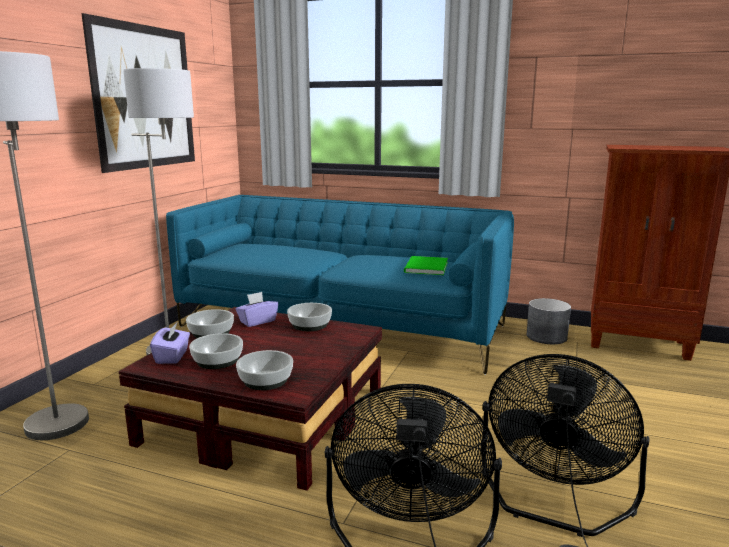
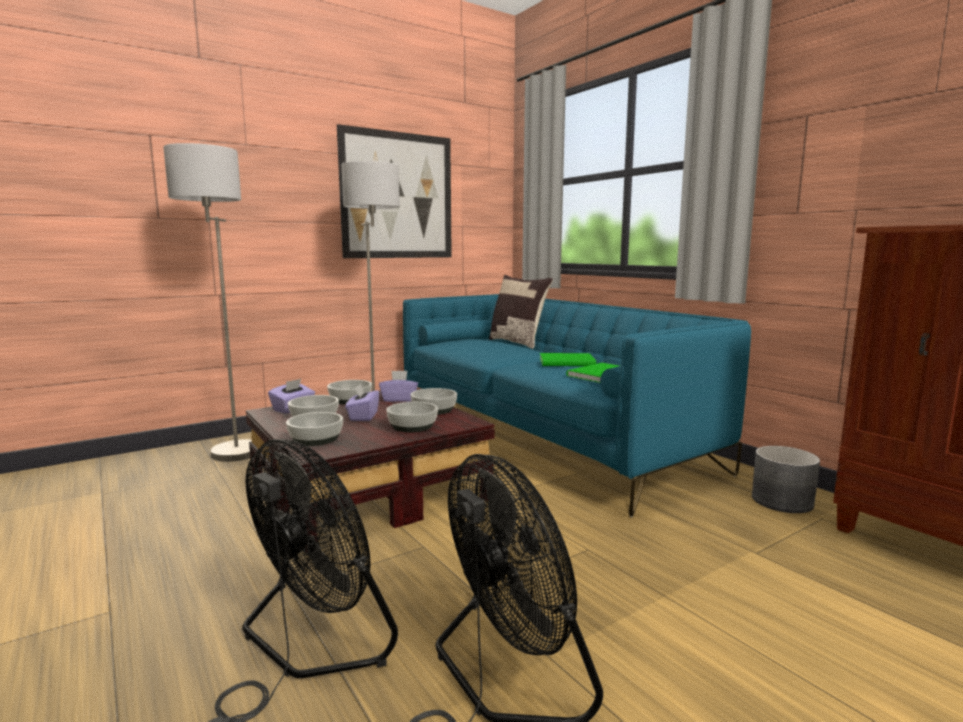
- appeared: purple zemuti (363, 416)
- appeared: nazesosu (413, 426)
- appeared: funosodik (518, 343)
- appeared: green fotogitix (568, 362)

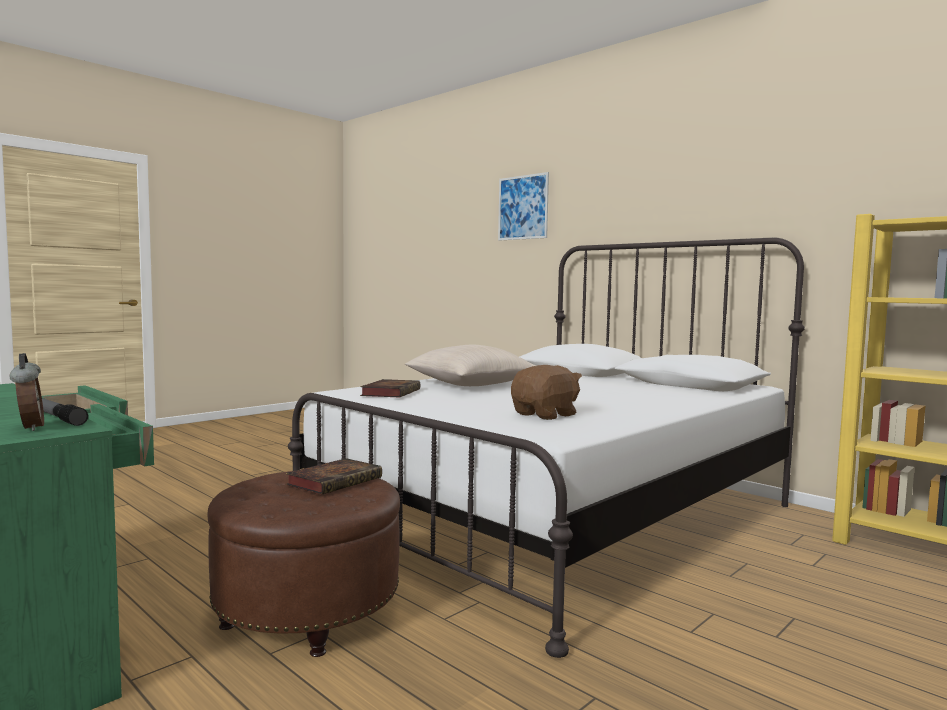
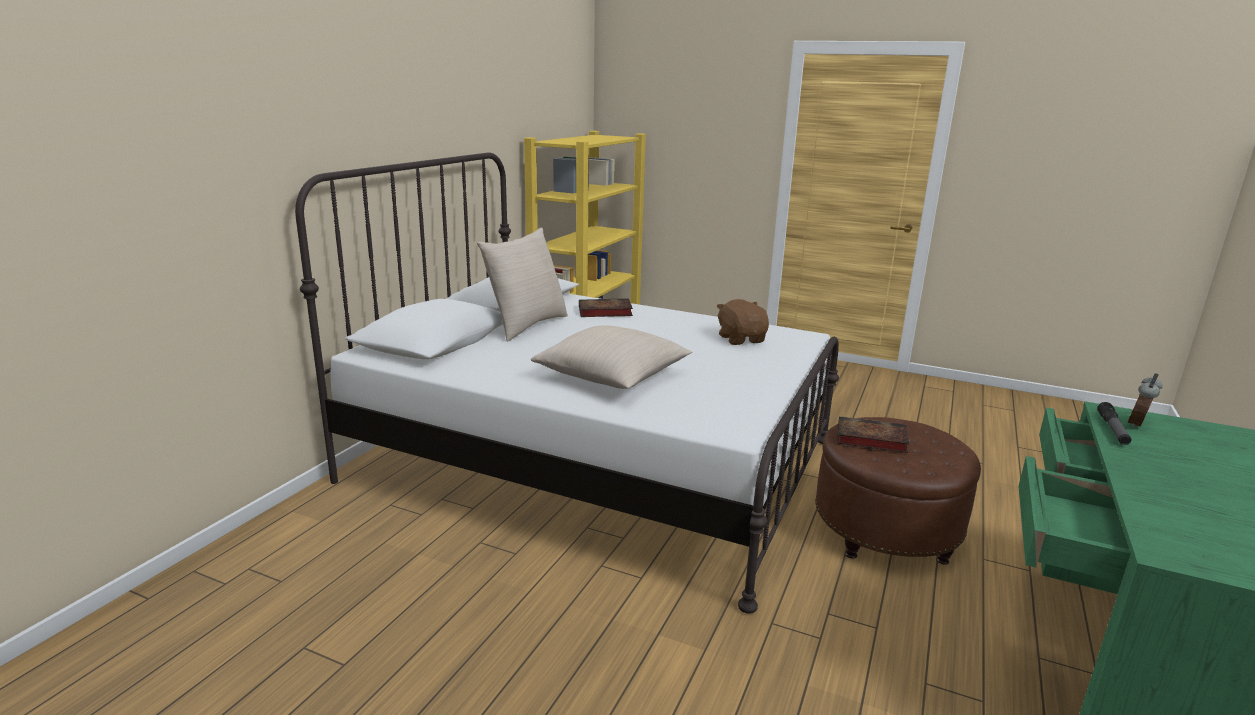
- appeared: beige funosodik (526, 325)
- relocated: fotogitix (391, 393) to (603, 312)
- spun: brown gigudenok (546, 415) = (741, 339) 45 degrees clockwise
- missing: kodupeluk (523, 207)

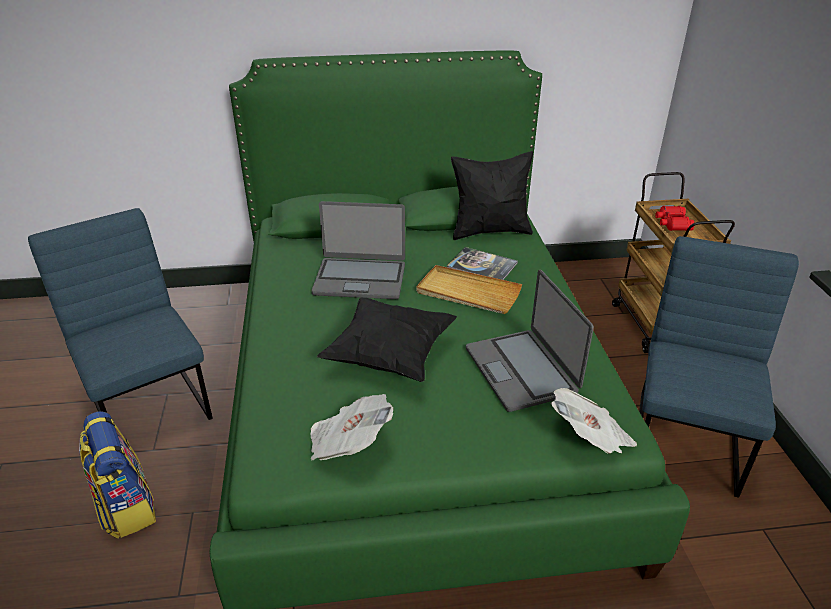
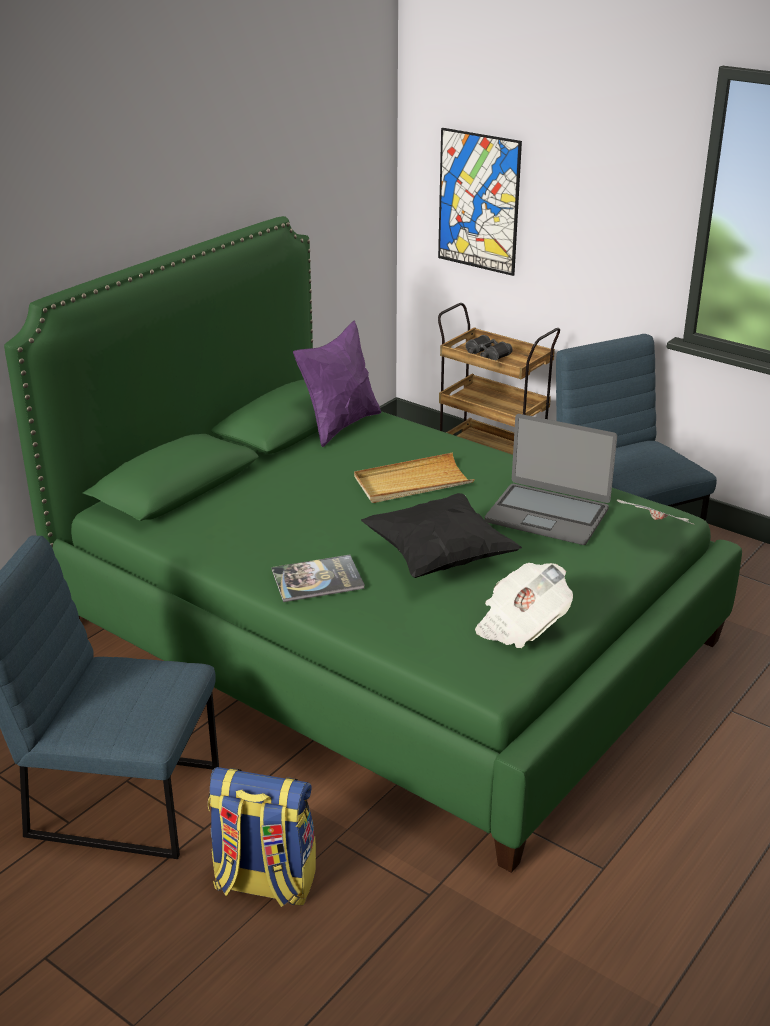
- relocated: fotogitix (482, 266) to (317, 580)
- colour: black funosodik (490, 231) to purple funosodik (339, 425)
- appeared: kodupeluk (478, 201)
- colour: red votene (672, 223) to black votene (486, 354)
- missing: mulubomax (360, 279)

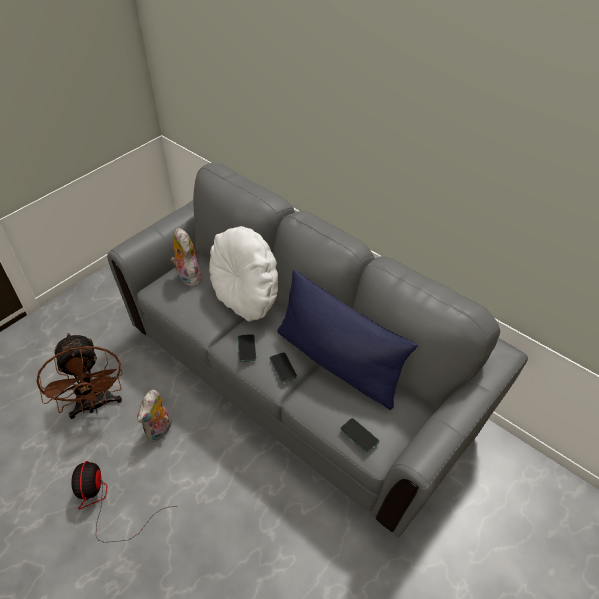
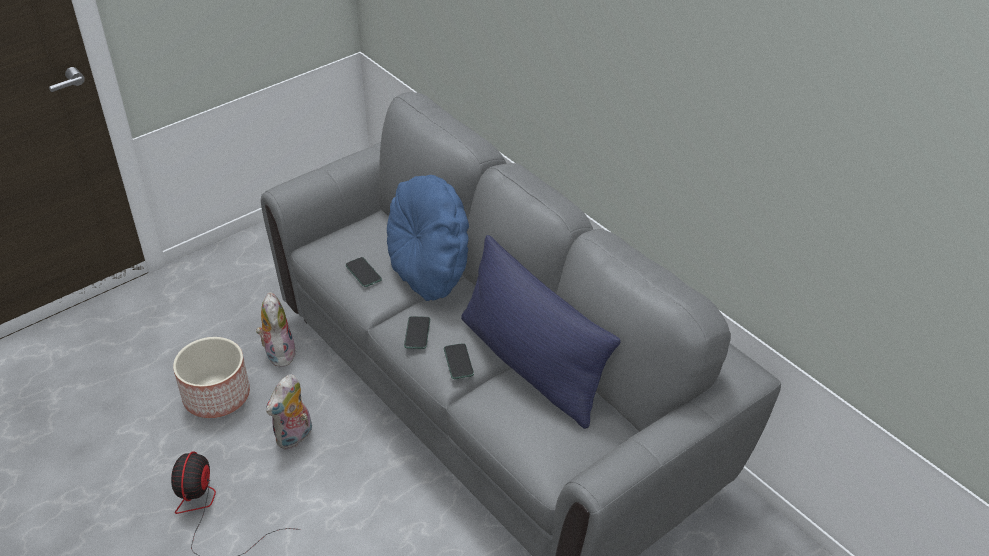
- exchanged: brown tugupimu (95, 405) to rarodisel (217, 395)
- relocated: gigudenok (188, 276) to (278, 352)
- relocated: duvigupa (359, 435) to (363, 273)
- colour: white funosodik (245, 301) to blue funosodik (429, 277)

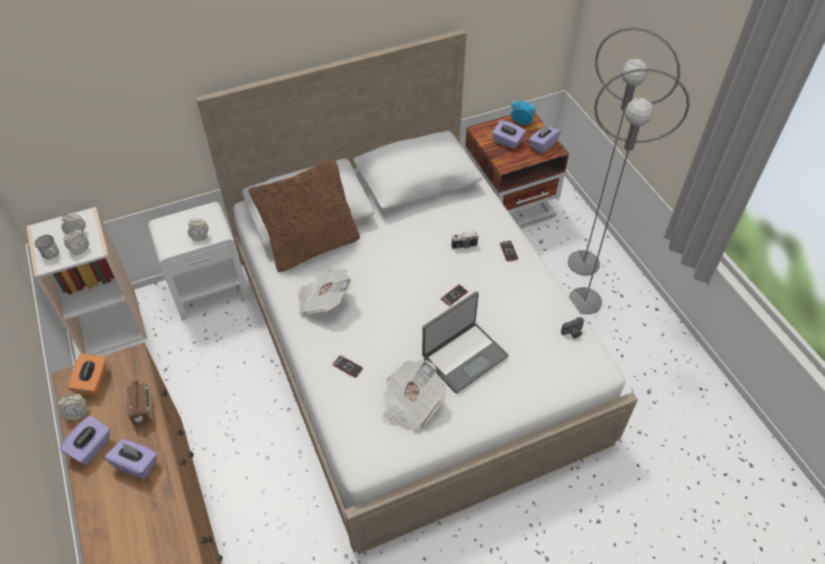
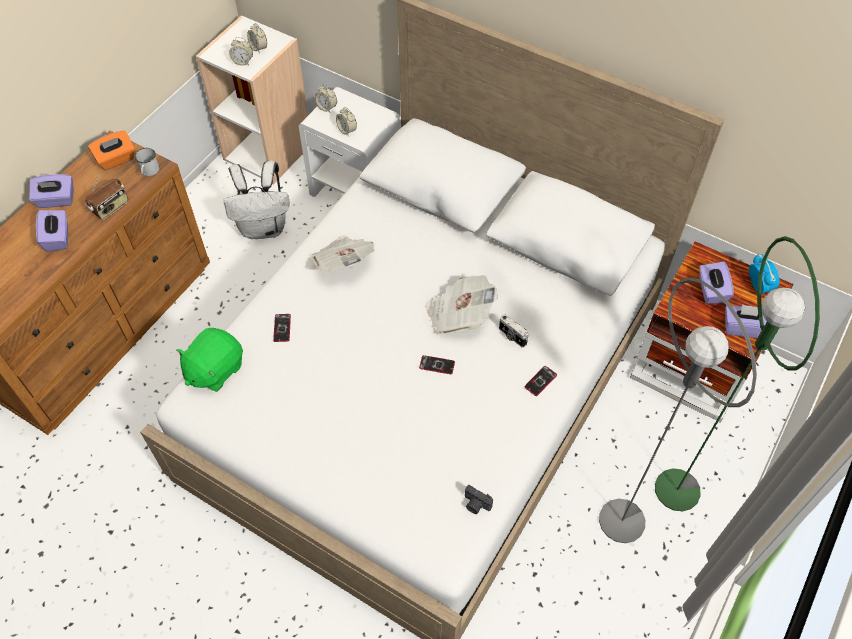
- relocated: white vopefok (52, 255) to (149, 172)
- appeared: green gigudenok (214, 369)
- appeared: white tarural (264, 227)
- relocated: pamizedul (77, 414) to (327, 108)
- relocated: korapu (411, 404) to (459, 315)
- colour: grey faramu (584, 263) to green faramu (677, 490)
- missing: brown funosodik (312, 243)
- missing: mulubomax (464, 356)

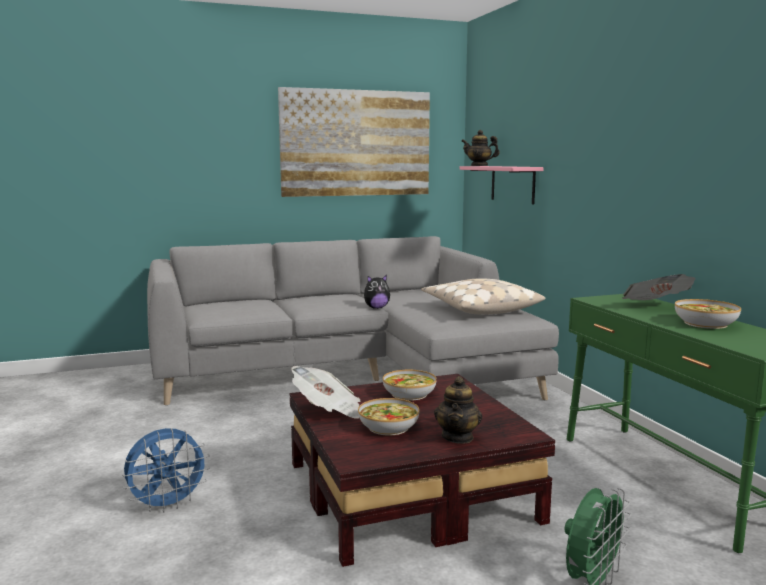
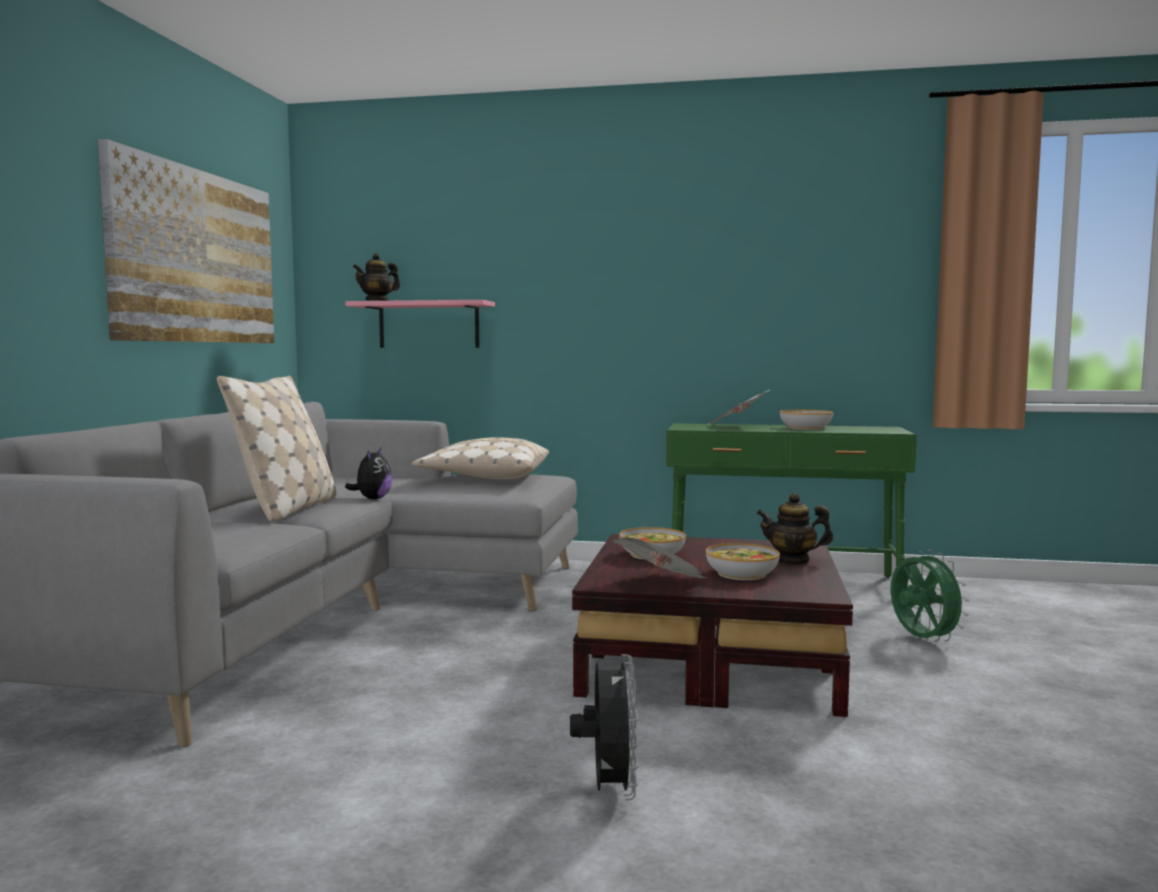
- appeared: beige funosodik (288, 509)
- colour: blue tugupimu (168, 505) to black tugupimu (609, 790)
- spun: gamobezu (458, 437) = (793, 560) 150 degrees clockwise

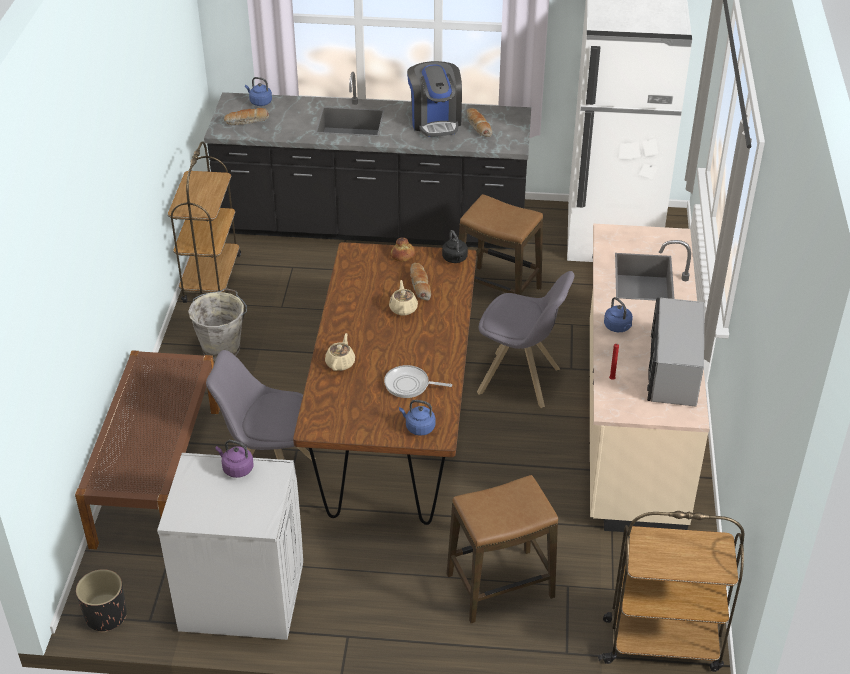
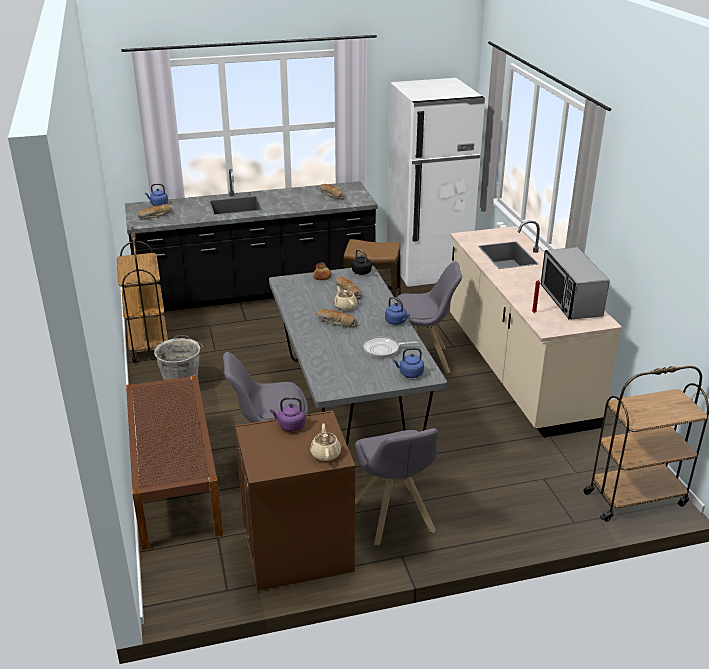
- colour: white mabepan (242, 596) to brown mabepan (297, 550)
- colour: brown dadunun (395, 428) to grey dadunun (350, 408)
- relocated: beige gamobezu (340, 363) to (325, 453)
- appeared: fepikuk (336, 323)
- appeared: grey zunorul (394, 517)
- relocated: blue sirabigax (618, 327) to (396, 322)
- missing: black rarodisel (105, 616)
- missing: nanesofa (435, 121)
- missing: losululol (500, 586)

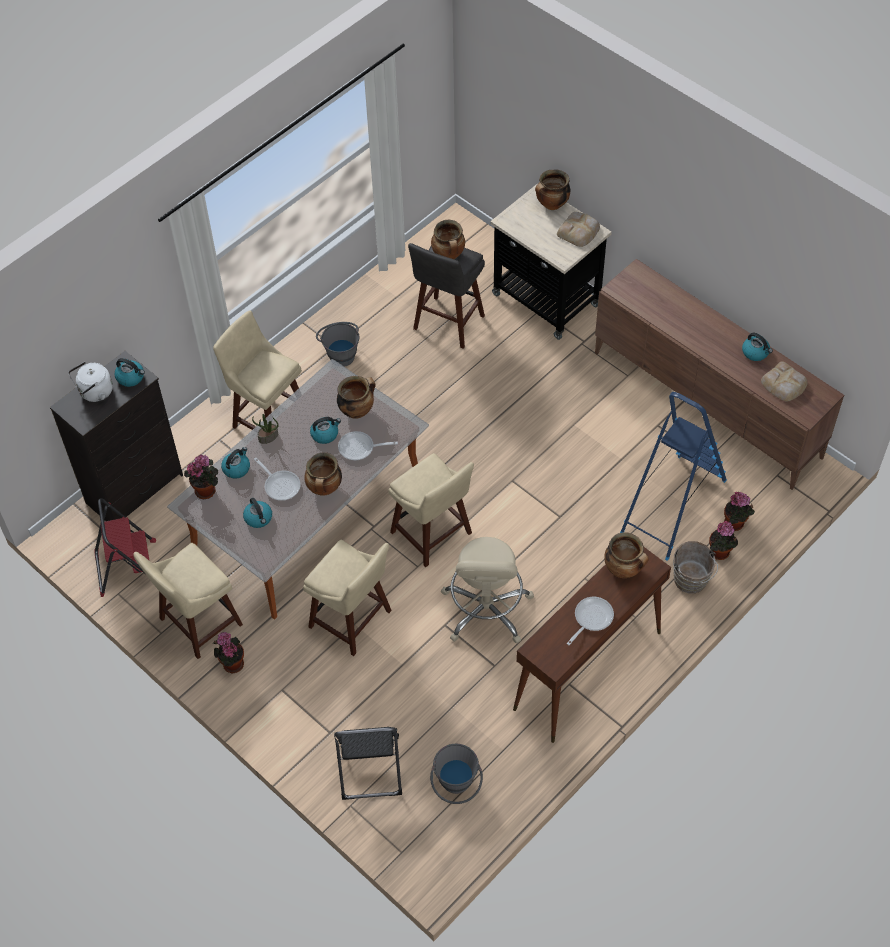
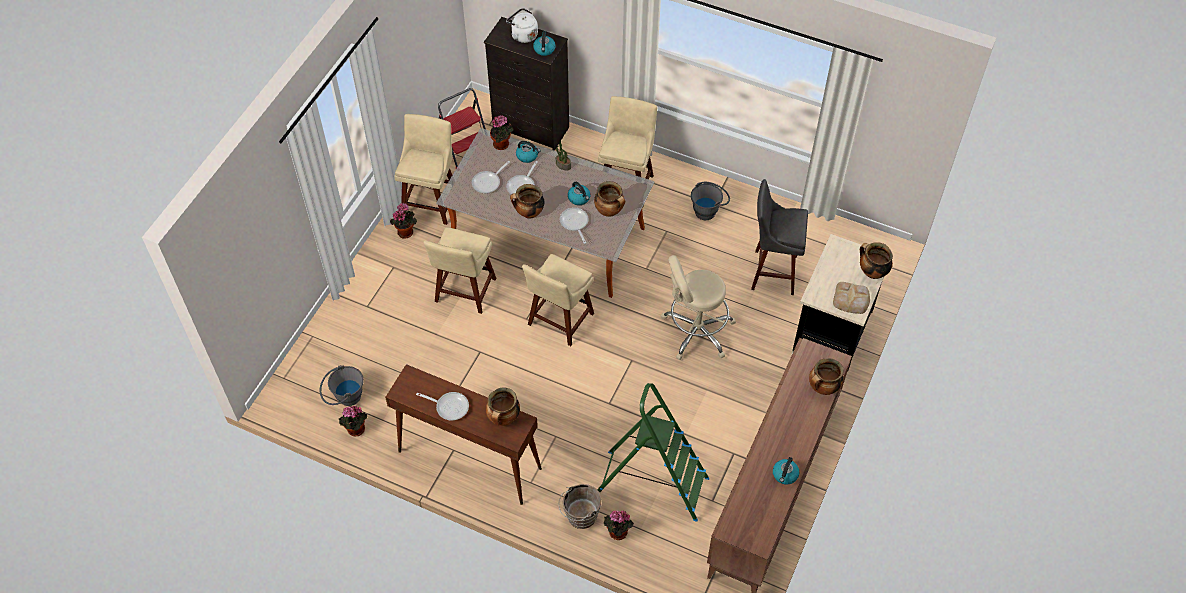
- relocated: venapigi (735, 524) to (355, 430)
- spun: beige zunorul (197, 624) = (431, 201) 75 degrees clockwise
- exchanged: sirabigax (259, 518) to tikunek (488, 182)
- colour: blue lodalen (673, 505) to green lodalen (652, 485)
- relocated: beige losululol (486, 611) to (696, 331)
- relocated: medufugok (449, 256) to (823, 388)
- missing: black lodalen (370, 770)
- missing: fepikuk (784, 384)

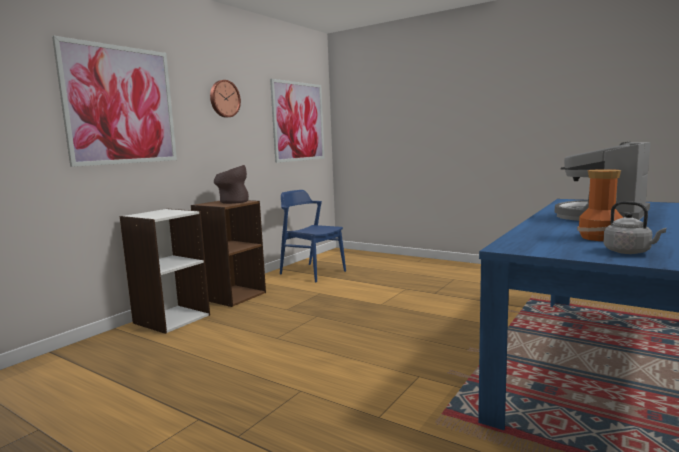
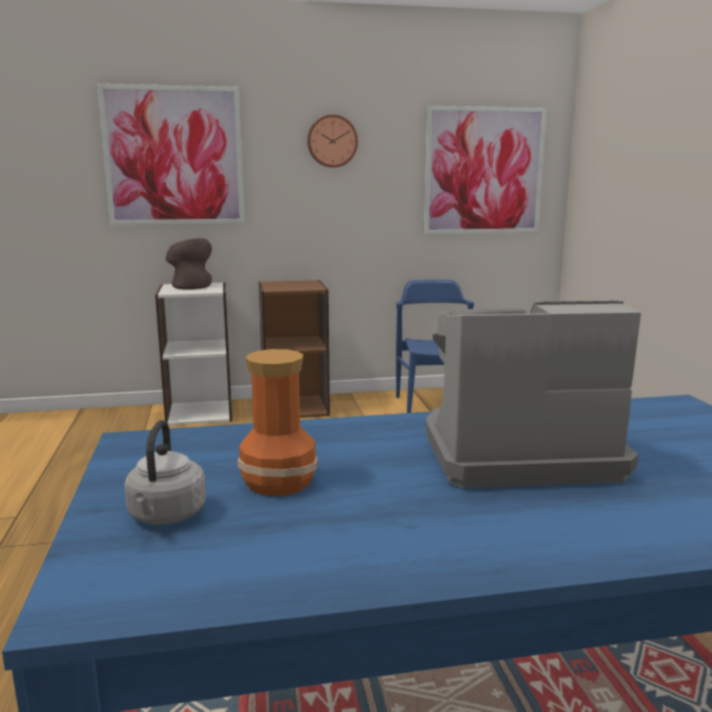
- relocated: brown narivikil (232, 202) to (190, 286)

